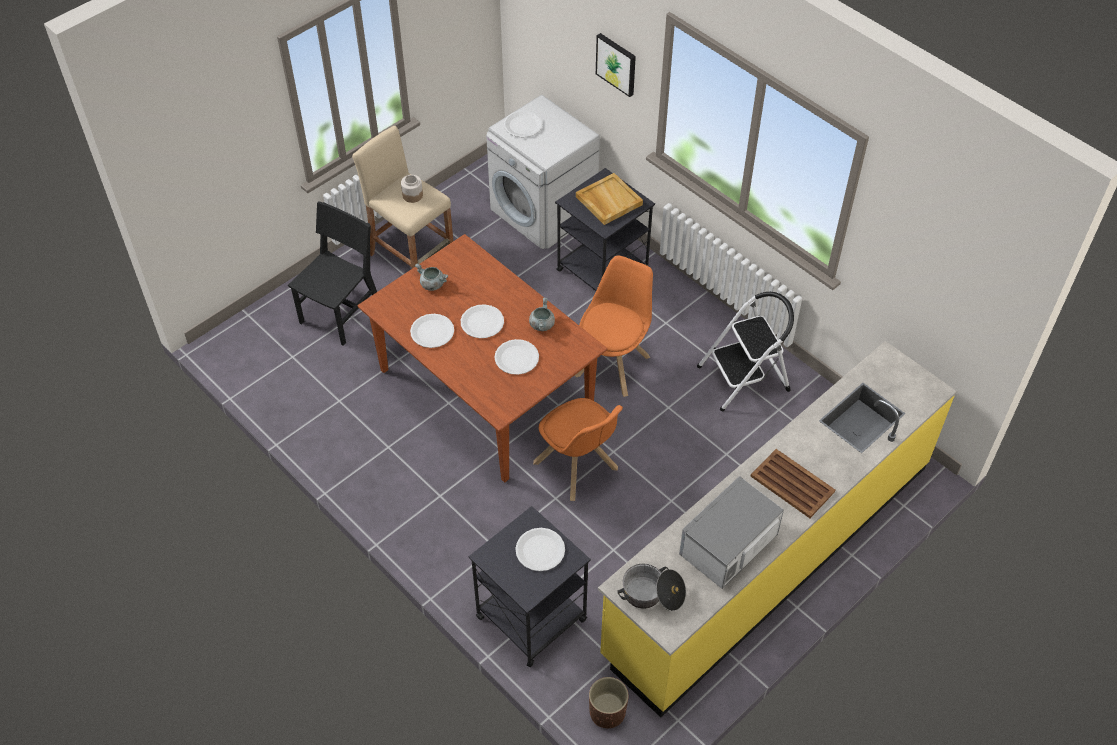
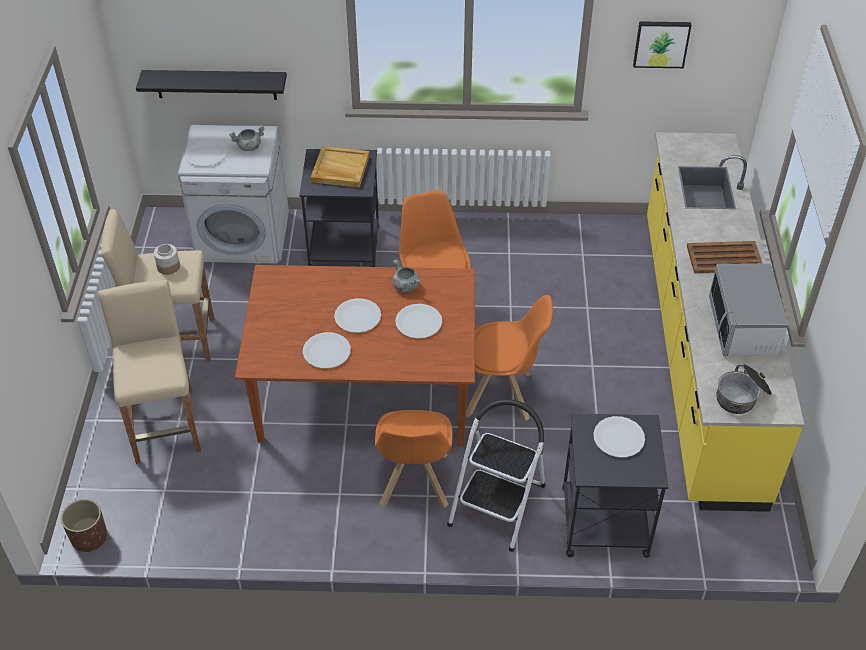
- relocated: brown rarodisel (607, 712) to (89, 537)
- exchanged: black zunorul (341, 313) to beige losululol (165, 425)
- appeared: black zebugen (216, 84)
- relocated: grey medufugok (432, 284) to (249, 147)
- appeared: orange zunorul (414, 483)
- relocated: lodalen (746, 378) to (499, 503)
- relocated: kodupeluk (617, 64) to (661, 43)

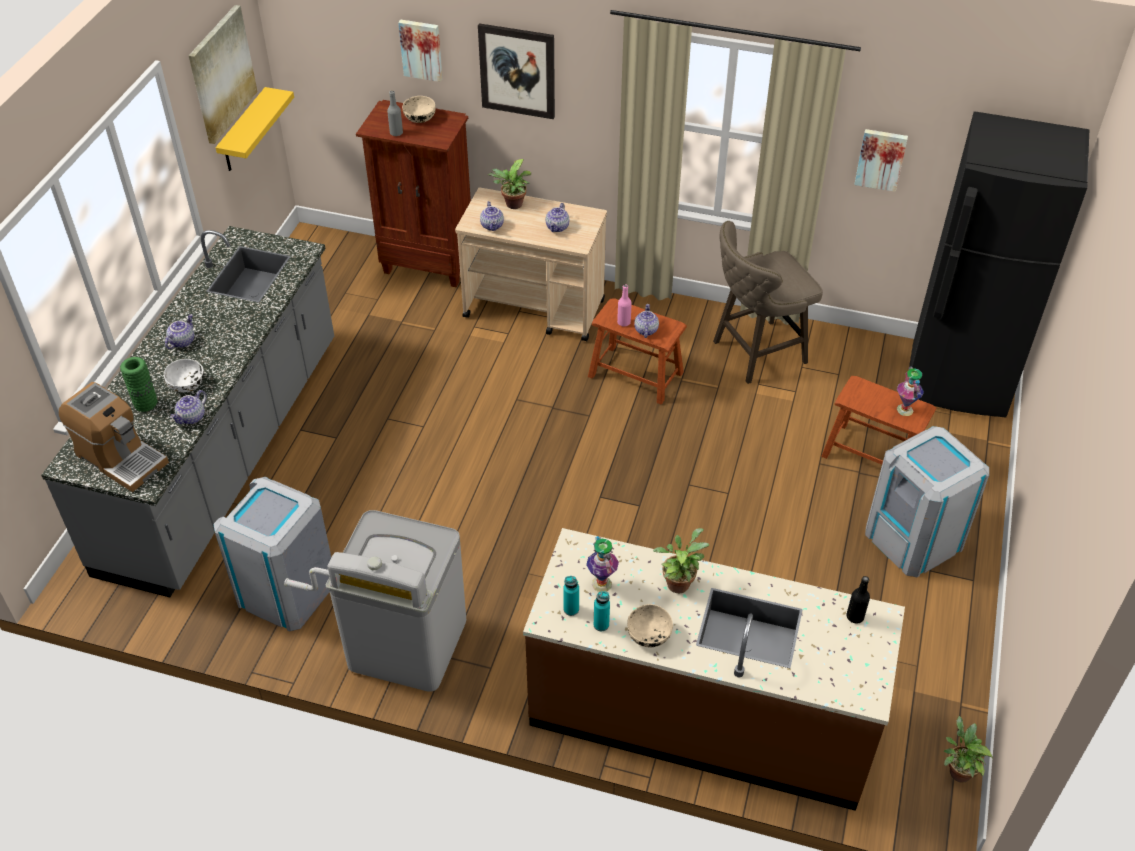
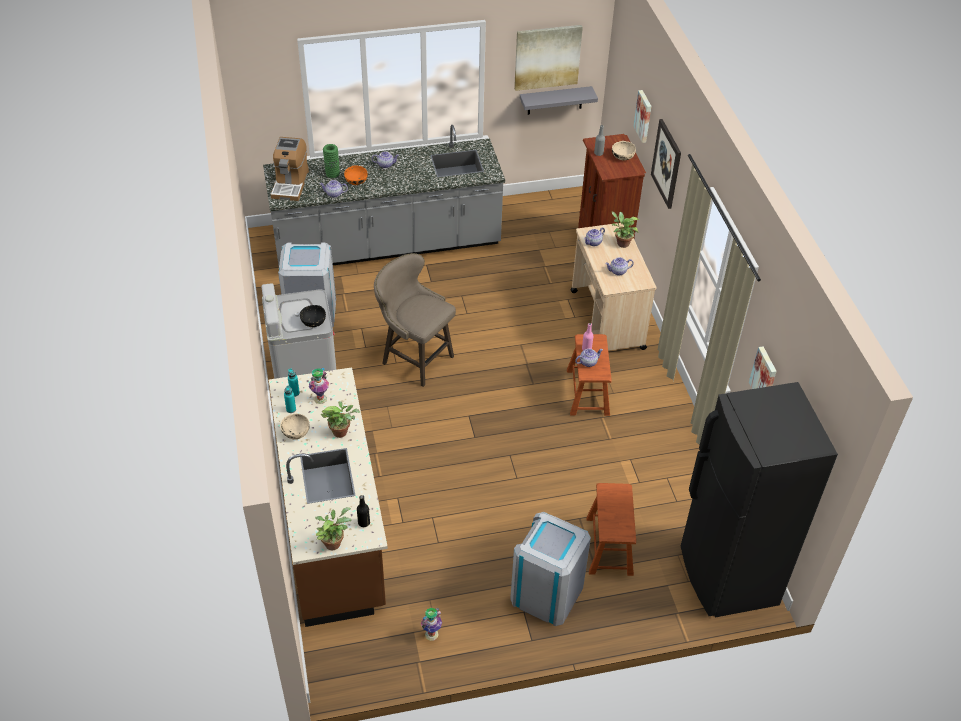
- appeared: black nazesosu (313, 321)
- relocated: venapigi (957, 770) to (334, 542)
- colour: white nazesosu (187, 384) to orange nazesosu (356, 181)
- relocated: beige losululol (755, 353) to (415, 358)
- relocated: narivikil (905, 410) to (431, 635)
- colour: yellow zebugen (244, 132) to grey zebugen (555, 100)

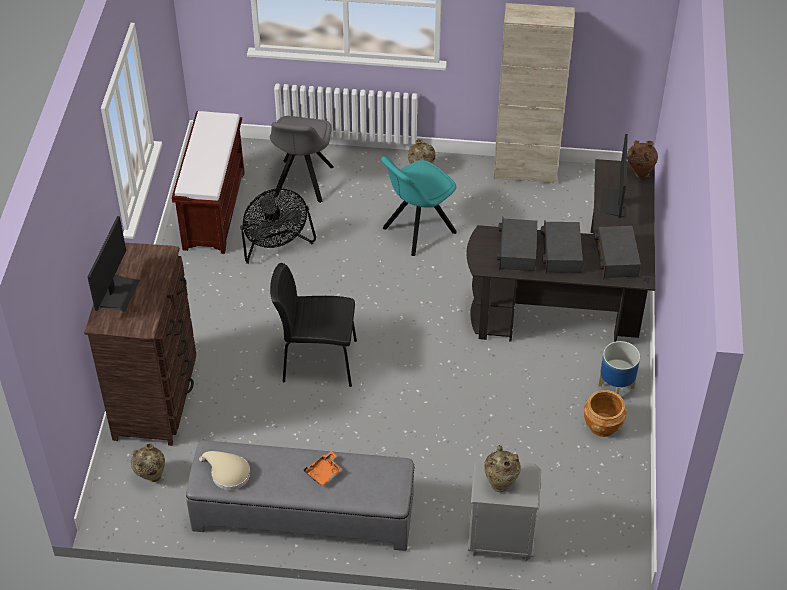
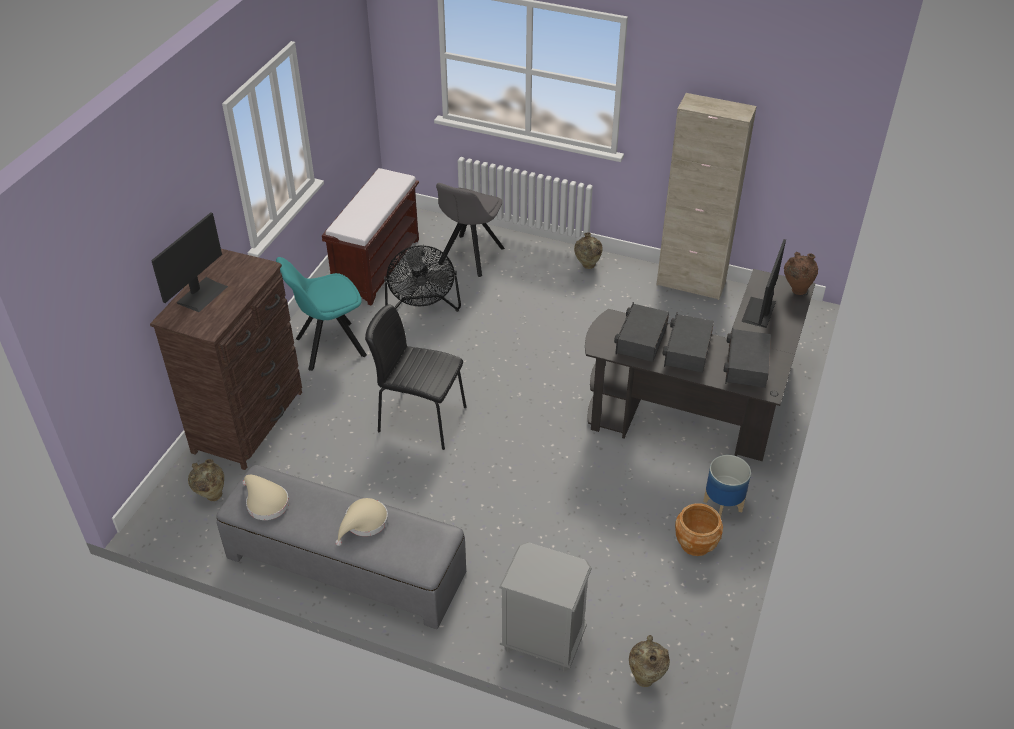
- relocated: turquoise zunorul (418, 230) to (330, 347)
- exchanged: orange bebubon (324, 473) to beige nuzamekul (364, 523)
- relocated: beige narivikil (500, 484) to (646, 677)

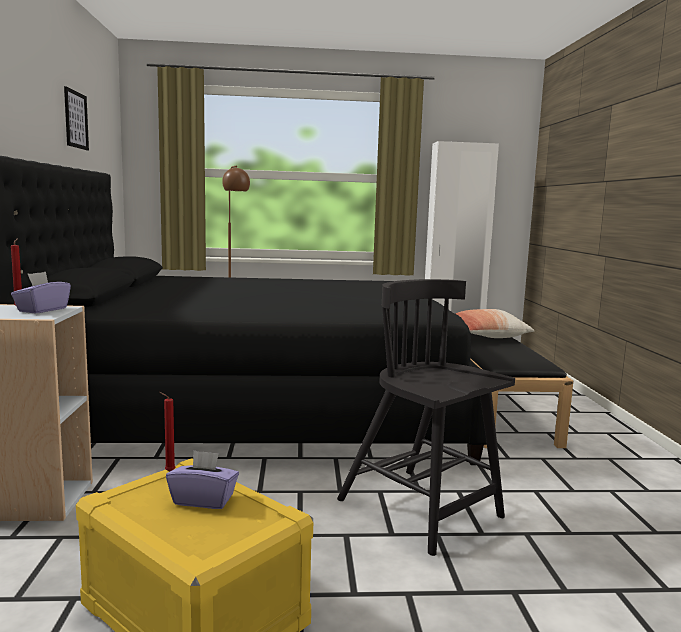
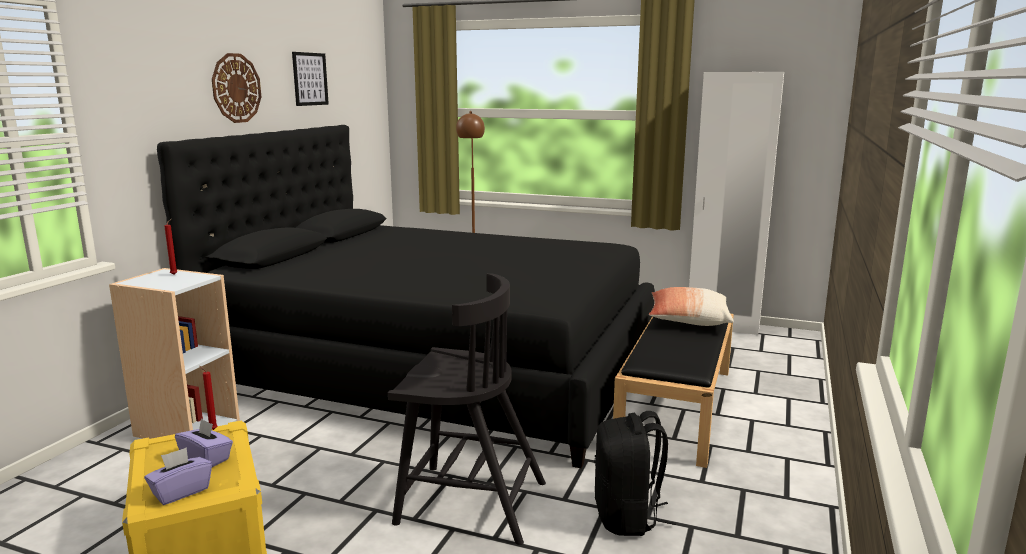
- relocated: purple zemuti (42, 310) to (181, 492)
- appeared: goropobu (236, 88)
- spun: black zunorul (422, 509) = (468, 502) 120 degrees clockwise
- appeared: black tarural (627, 517)

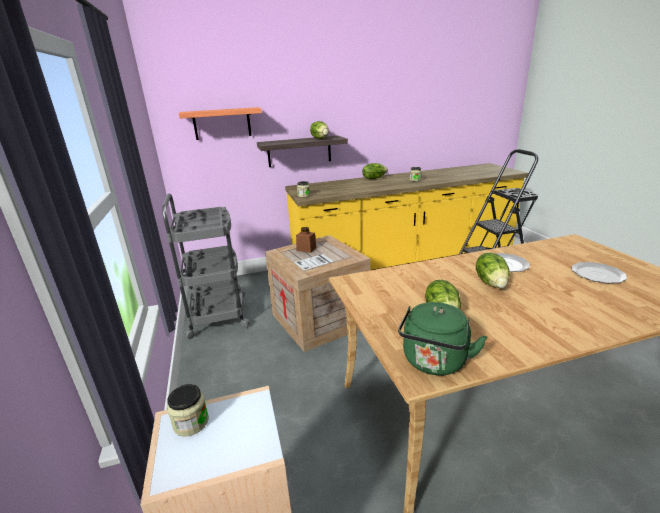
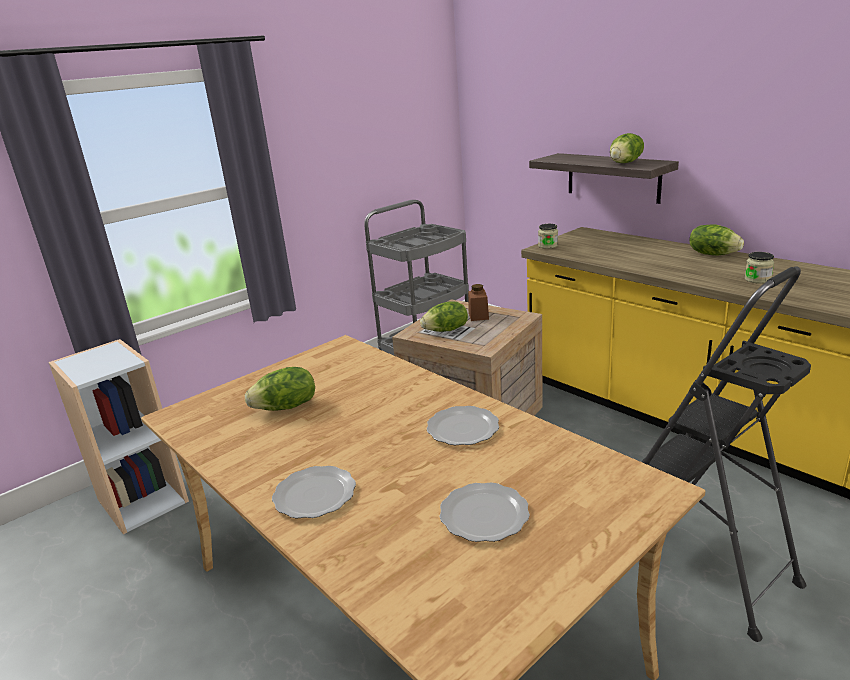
- appeared: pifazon (313, 495)
- relocated: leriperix (491, 283) to (446, 330)
- missing: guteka (191, 423)
- missing: zebugen (222, 123)
- missing: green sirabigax (434, 363)

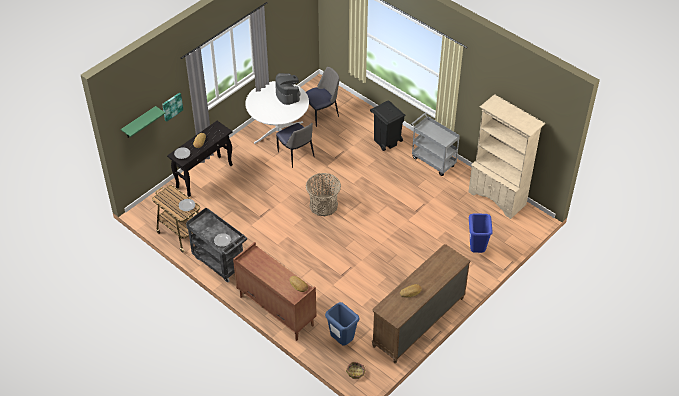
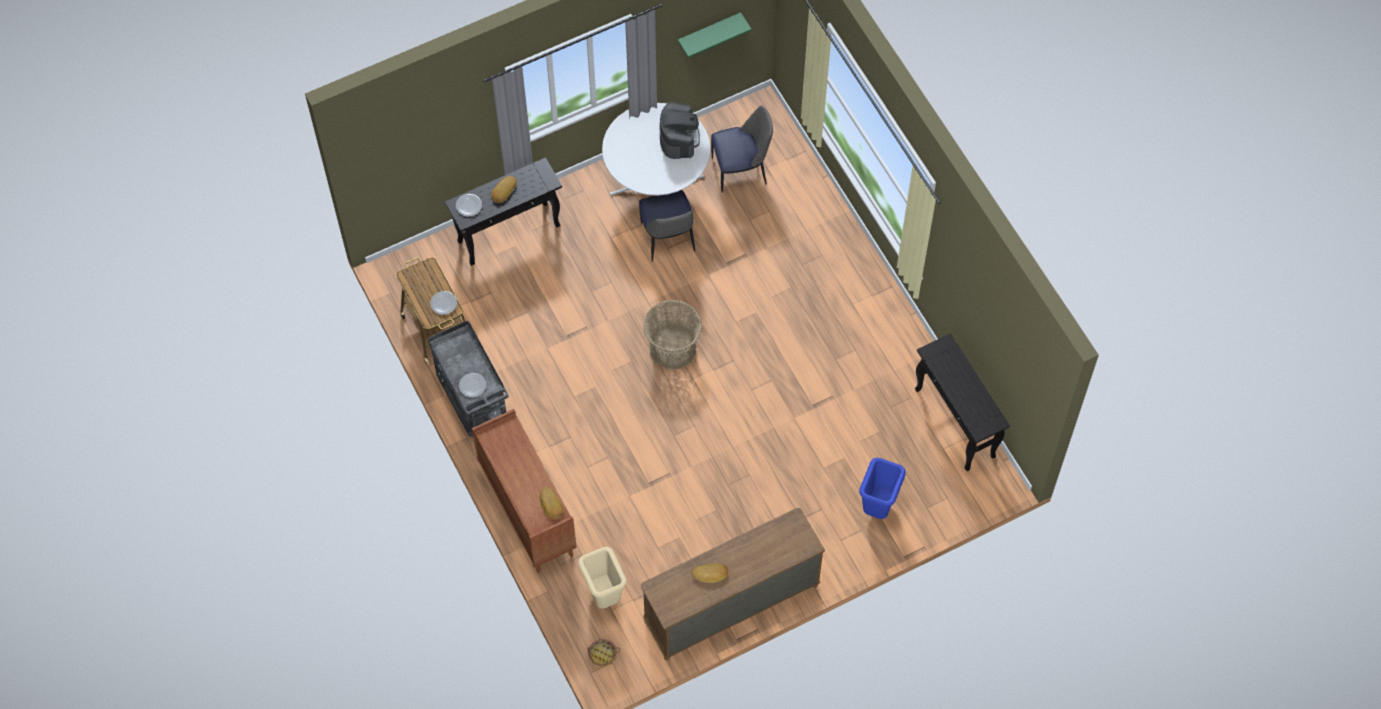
- colour: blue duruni (341, 340) to beige duruni (604, 595)
- relocated: green zebugen (139, 123) to (709, 33)
- exchanged: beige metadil (497, 198) to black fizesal (955, 424)
- missing: kodupeluk (172, 106)
- missing: black duruni (386, 141)
- missing: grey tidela (432, 162)

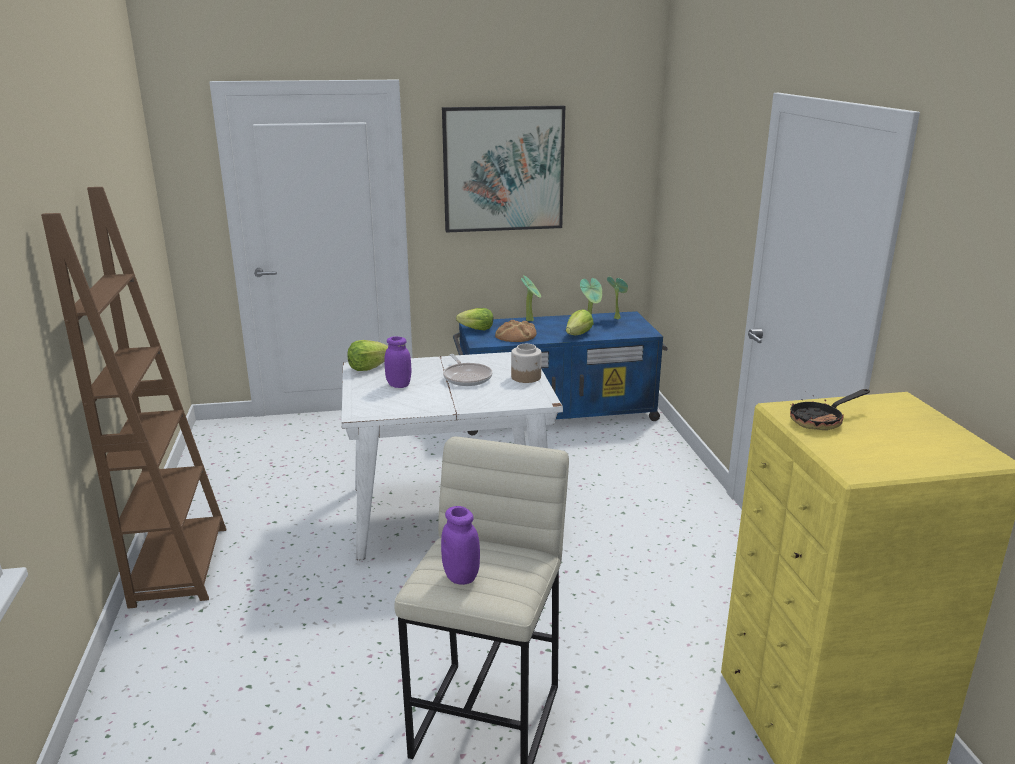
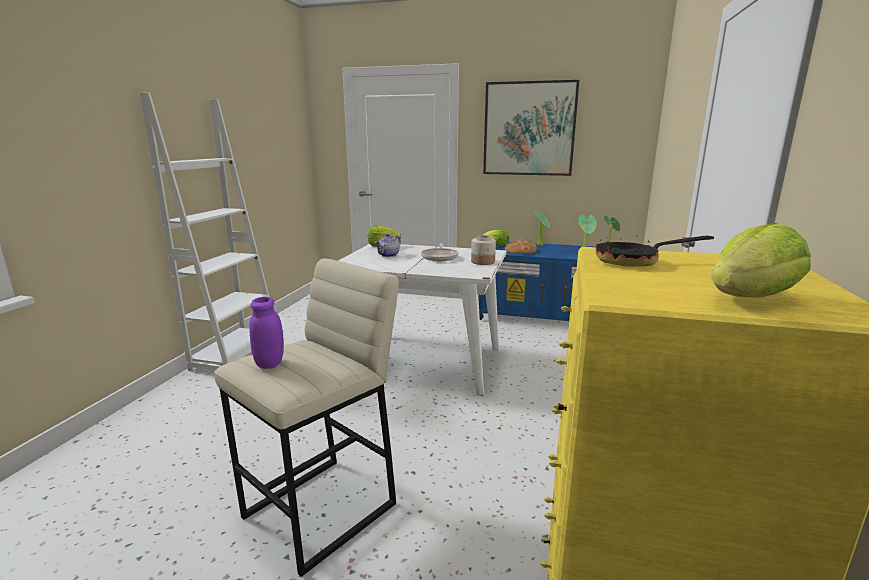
- colour: brown metadil (179, 566) to white metadil (237, 355)
- exchanged: purple guteka (398, 385) to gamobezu (388, 255)
- relocated: leriperix (578, 334) to (749, 298)

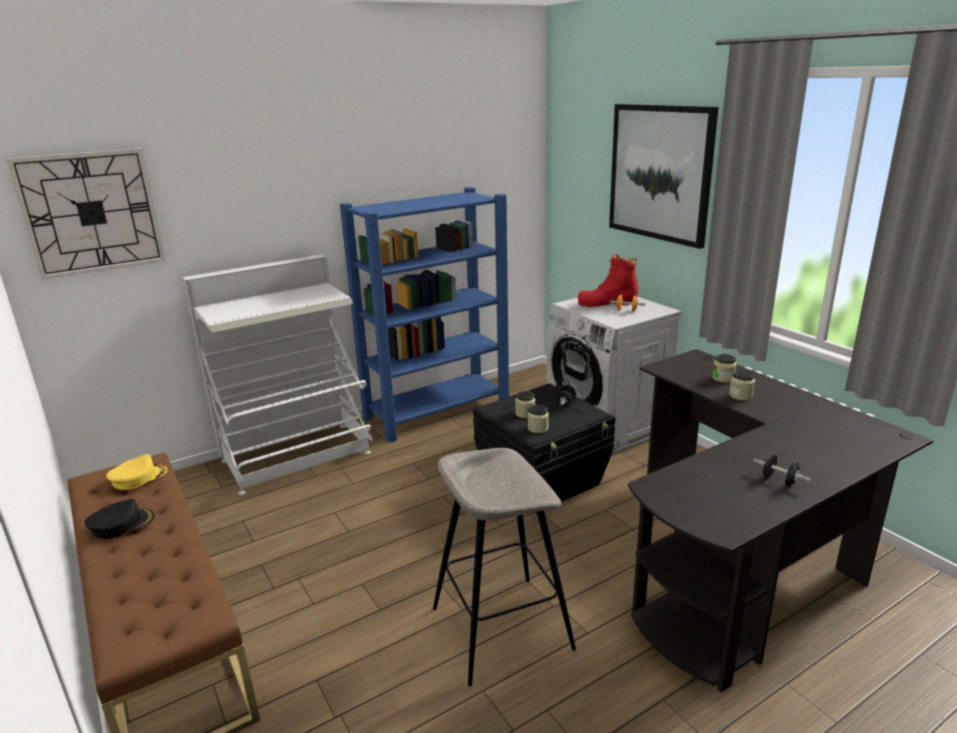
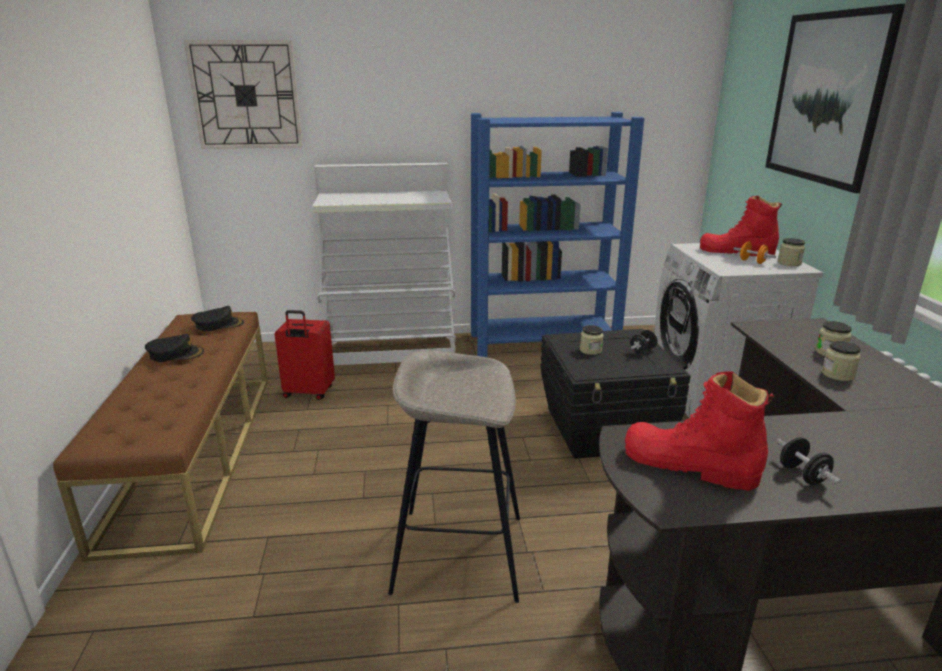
- colour: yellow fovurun (138, 477) to black fovurun (218, 324)
- appeared: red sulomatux (308, 393)
- appeared: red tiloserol (689, 465)
- relocated: guteka (538, 428) to (789, 263)

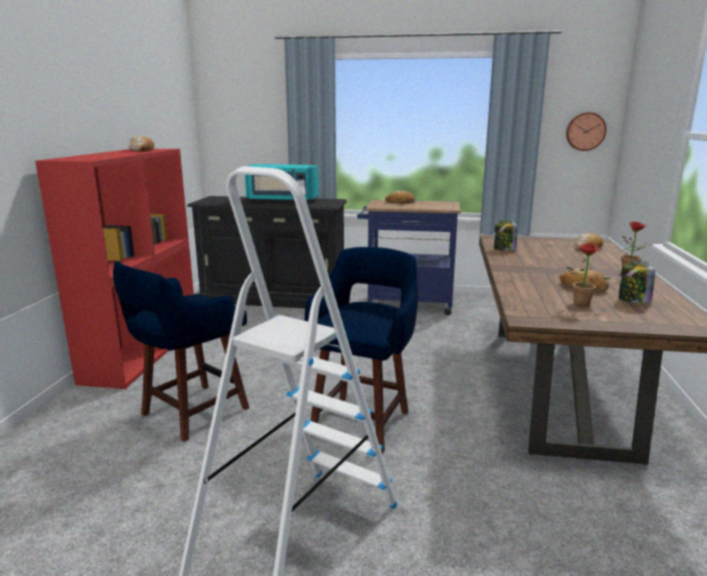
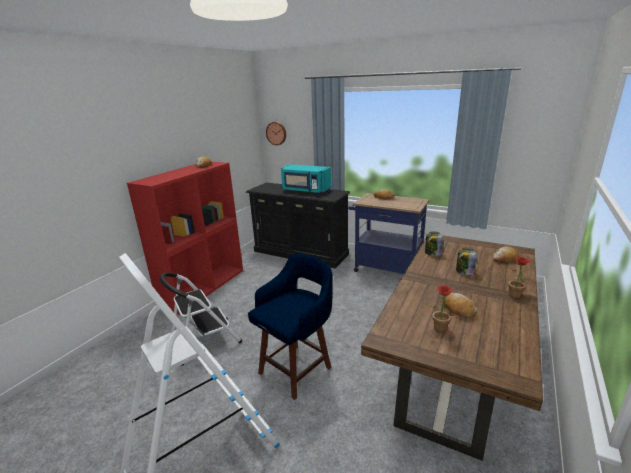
- exchanged: blue losululol (191, 413) to lodalen (203, 341)
- relocated: goropobu (585, 131) to (276, 133)
- relocated: guteka (633, 300) to (464, 272)

